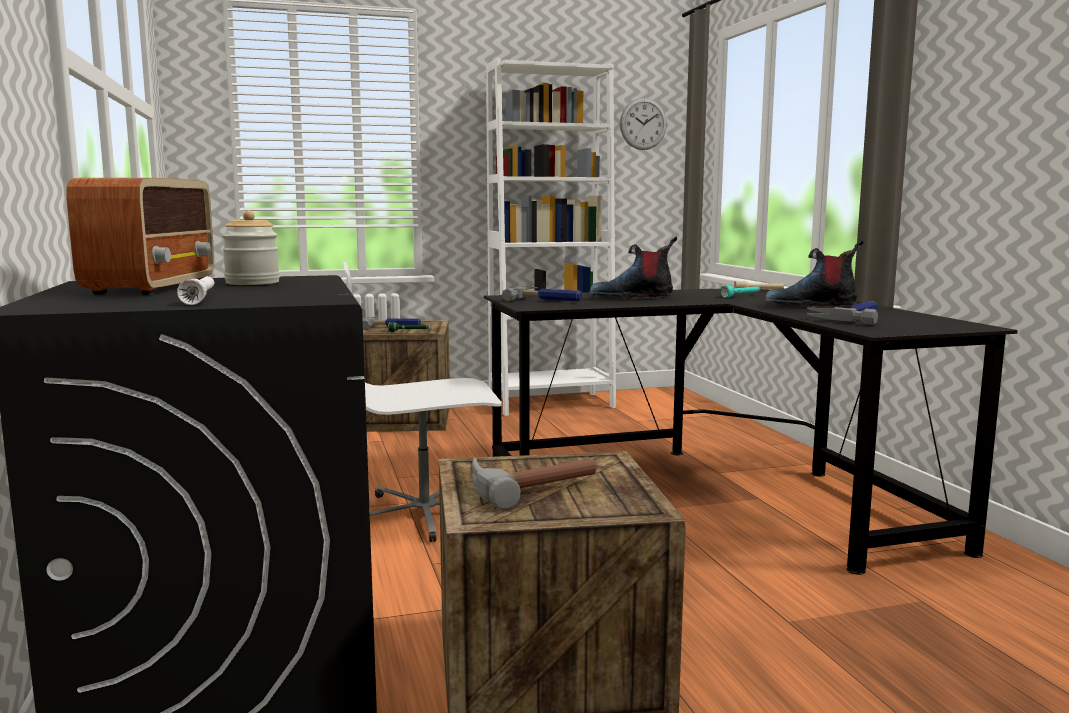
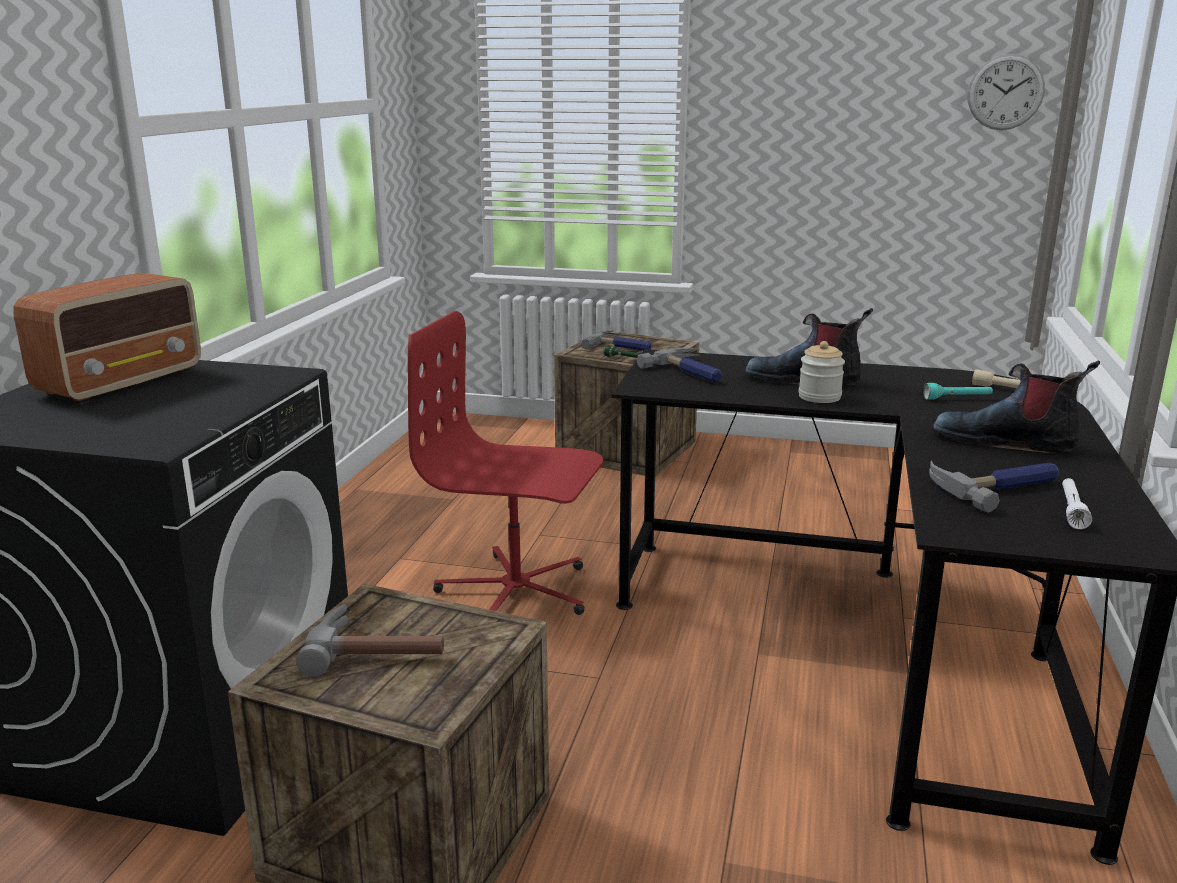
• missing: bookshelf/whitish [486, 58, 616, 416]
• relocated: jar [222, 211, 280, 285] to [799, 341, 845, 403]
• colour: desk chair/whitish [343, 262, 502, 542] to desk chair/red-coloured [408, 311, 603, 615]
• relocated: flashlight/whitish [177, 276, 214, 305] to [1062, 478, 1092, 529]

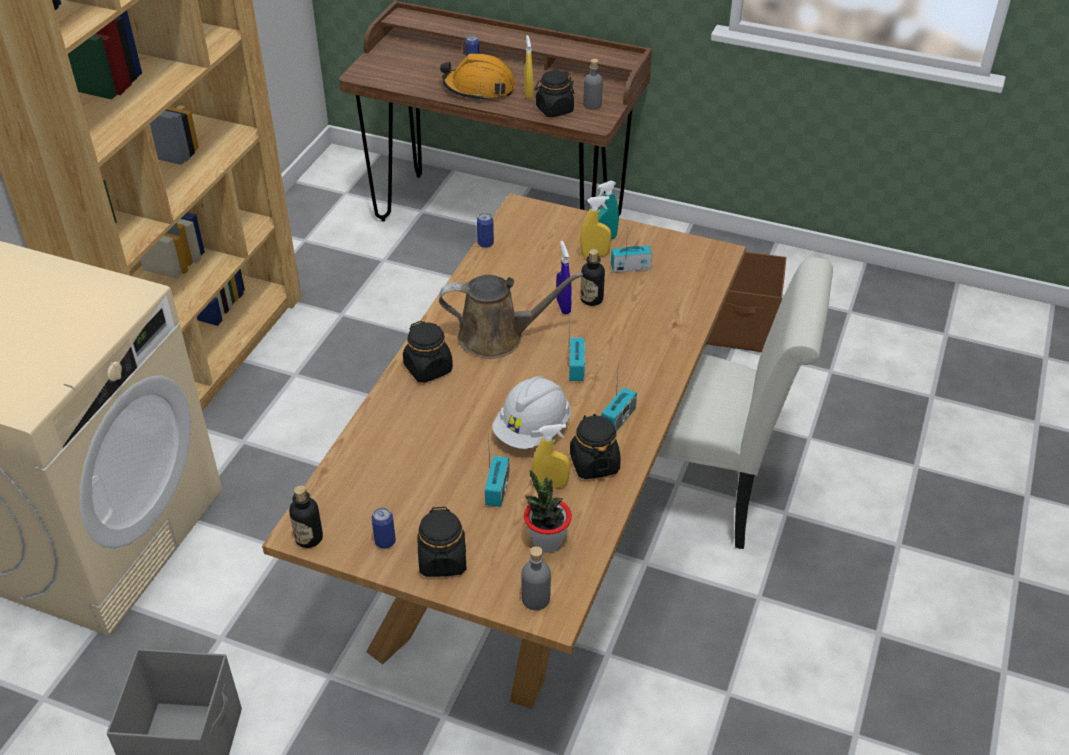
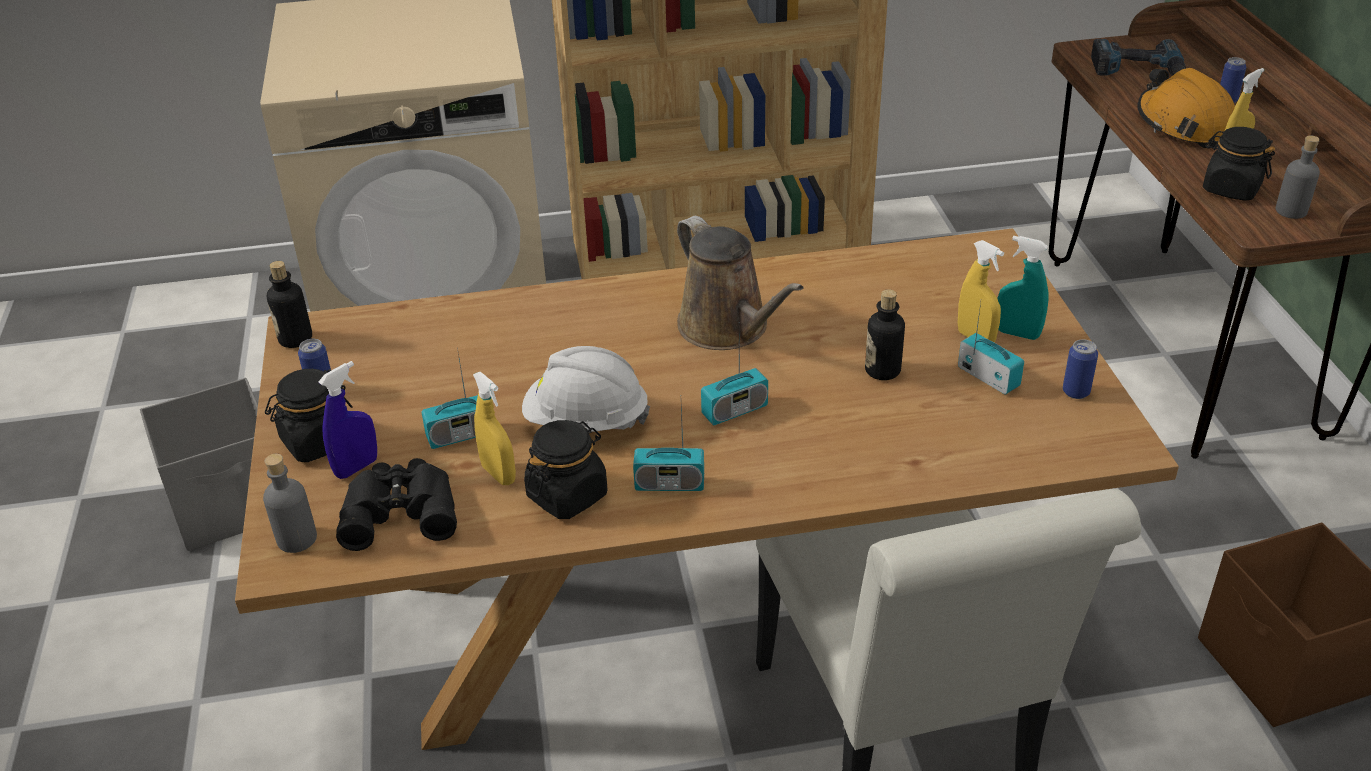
• relocated: metal can [477, 212, 494, 248] to [1063, 339, 1098, 399]
• relocated: spray bottle/blue [556, 241, 572, 314] to [318, 361, 377, 479]
• missing: jar/black-coloured [403, 321, 453, 383]
• exchanged: plant in a pot [524, 470, 572, 553] to pair of binoculars/black-coloured [336, 458, 457, 551]
• appeared: electric drill [1091, 39, 1186, 76]

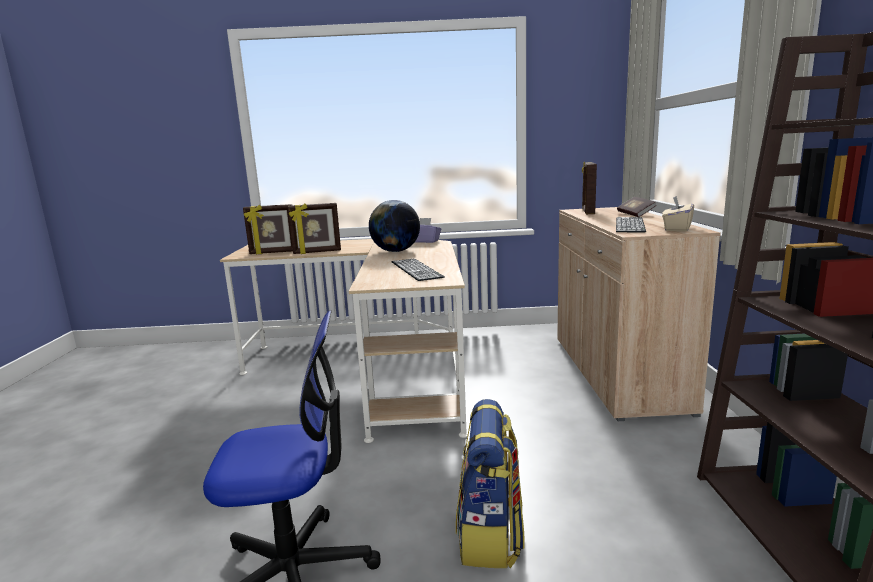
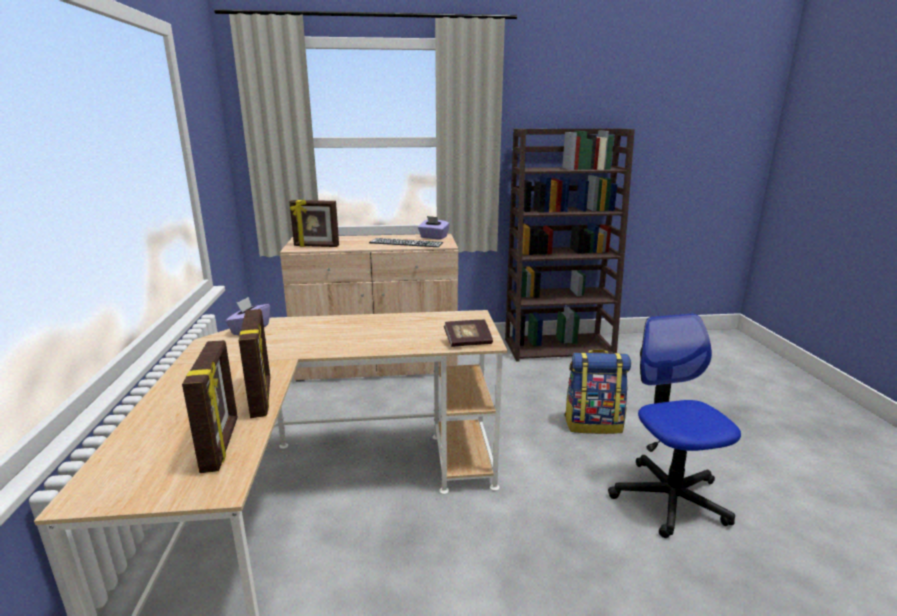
• colour: tissue holder/beige-coloured [662, 196, 694, 231] to tissue holder/purple-coloured [418, 216, 450, 240]
• relocated: volume [617, 197, 656, 217] to [444, 320, 493, 347]
• missing: globe [369, 200, 420, 252]
• missing: keyboard [391, 258, 445, 281]

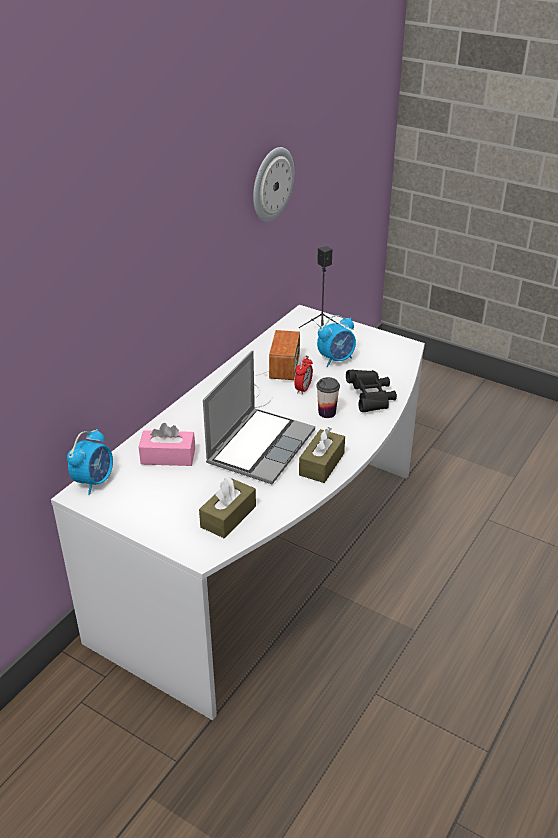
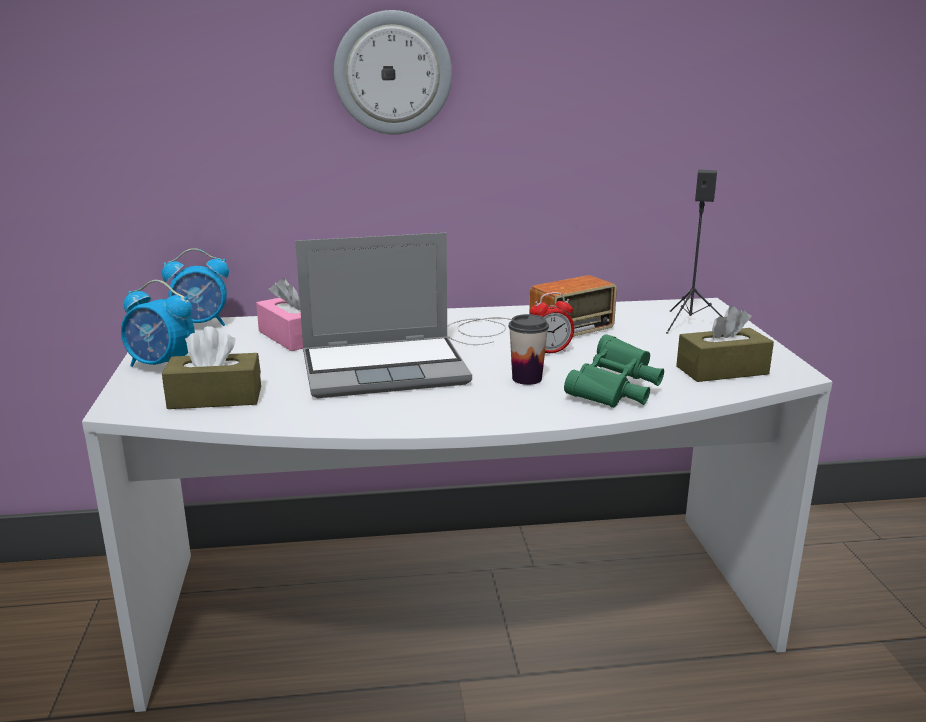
• relocated: clock on the wall [253, 147, 294, 222] to [334, 10, 452, 135]
• relocated: alarm clock [317, 315, 356, 367] to [121, 280, 195, 367]
• colour: pair of binoculars/black-coloured [346, 369, 397, 412] to pair of binoculars/green [564, 334, 664, 408]
• relocated: tissue holder/brownish [299, 427, 345, 483] to [676, 306, 774, 382]

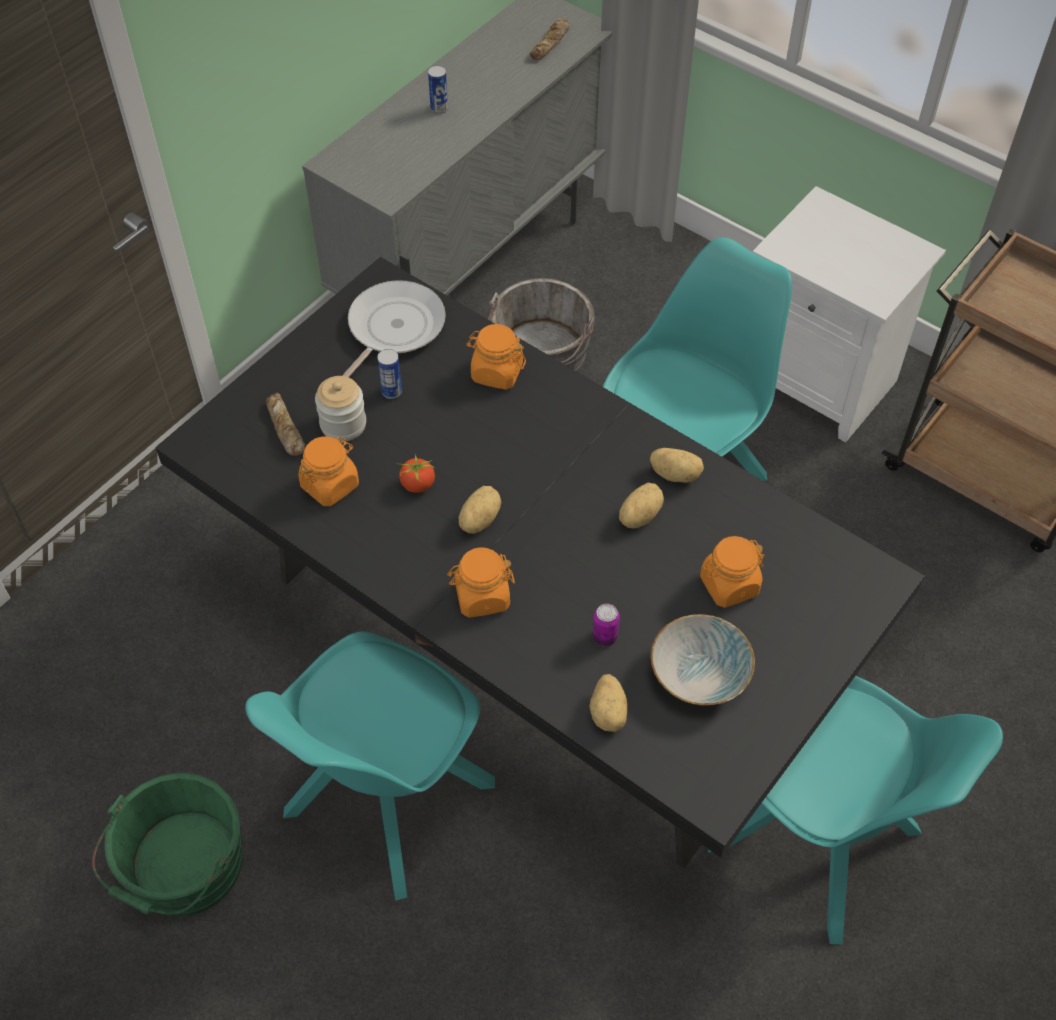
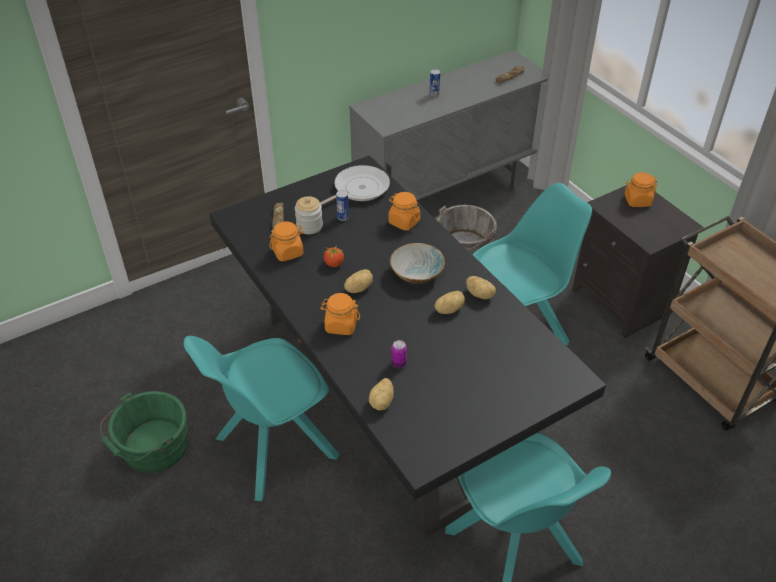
• colour: nightstand/whitish [753, 186, 946, 442] to nightstand/black-coloured [572, 185, 704, 338]
• relocated: jar/orange [700, 536, 764, 608] to [624, 172, 657, 207]
• relocated: deep dish [651, 614, 755, 706] to [390, 243, 445, 283]

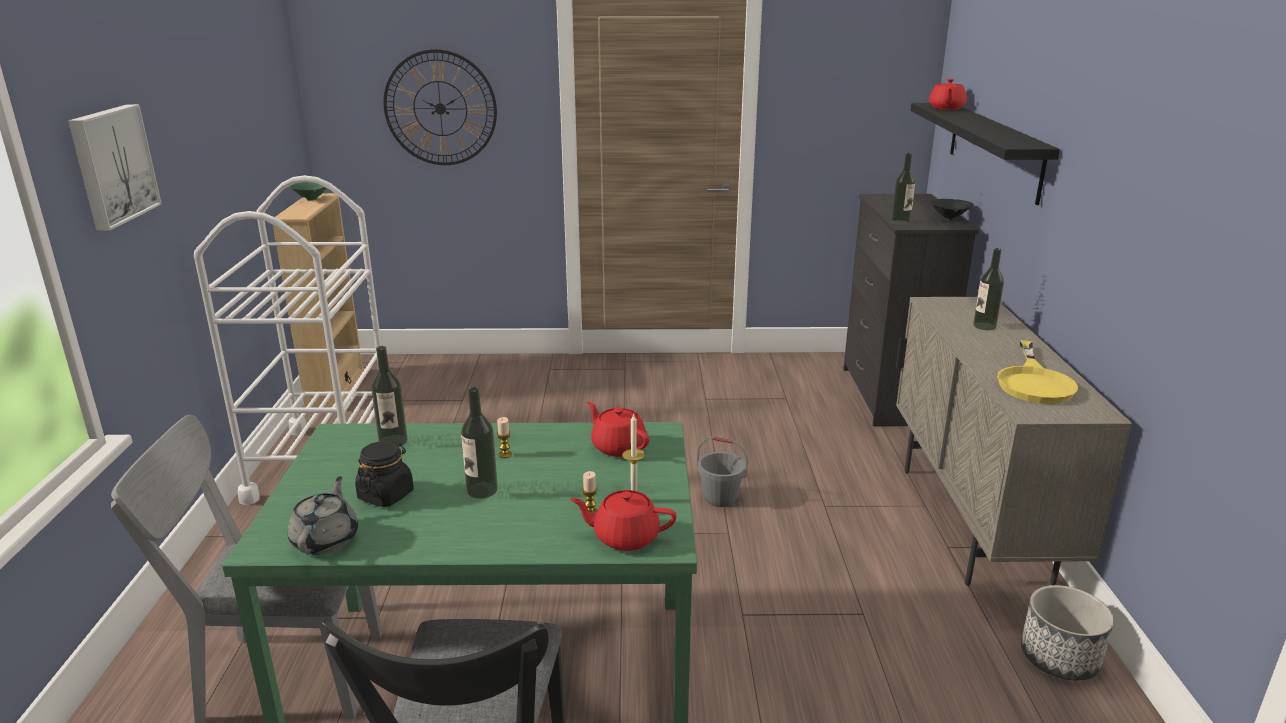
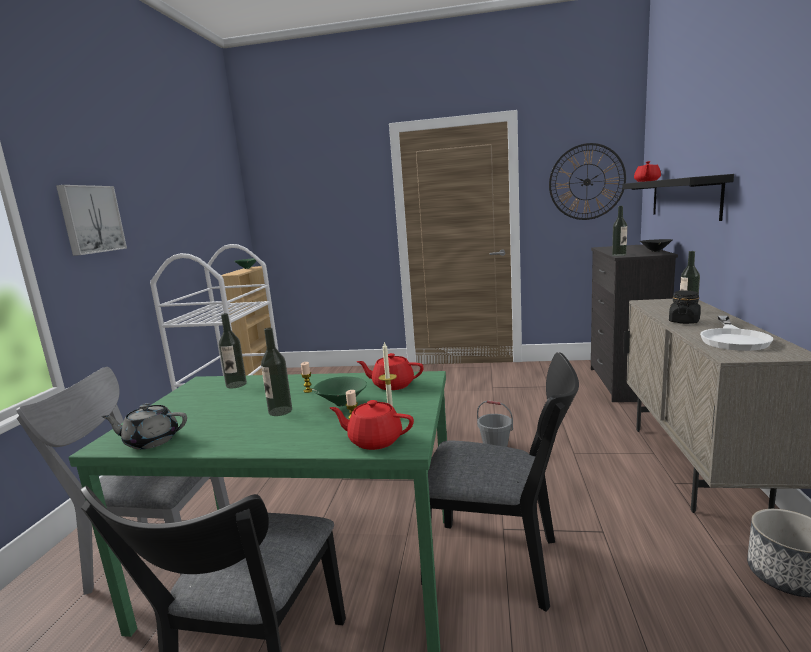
• relocated: clock on the wall [383, 49, 497, 165] to [549, 143, 626, 220]
• colour: skillet/yellowish [997, 340, 1078, 404] to skillet/whitish [700, 316, 773, 351]
• spun: teapot/red-coloured [587, 401, 649, 457] = [356, 353, 424, 390] 45 degrees counterclockwise
• relocated: jar/black-coloured [355, 441, 414, 507] to [669, 291, 701, 324]
• spun: teapot/gray [287, 476, 358, 555] = [102, 403, 187, 450] 105 degrees counterclockwise
• appeared: upright chair/black-coloured [420, 352, 579, 612]
• appeared: deep dish/green [312, 376, 367, 406]

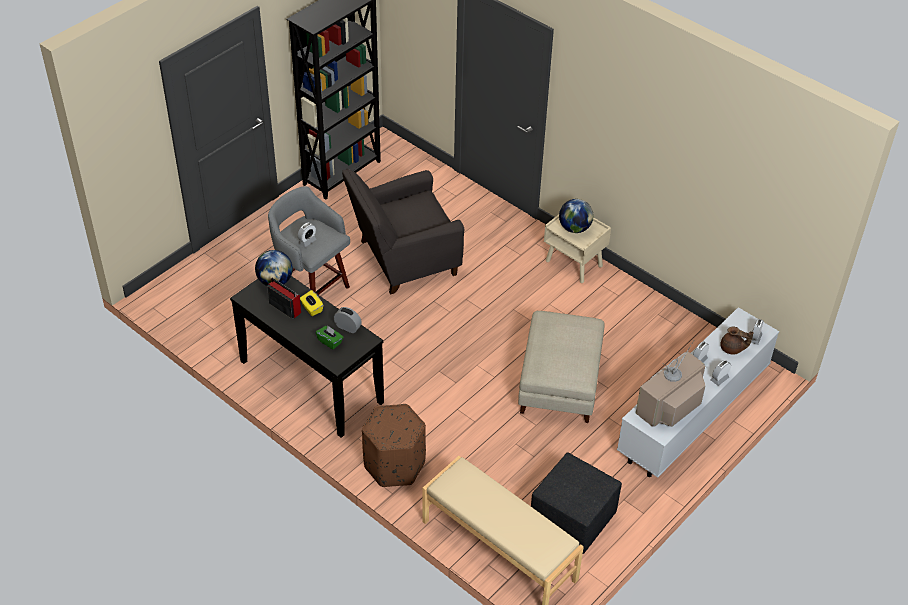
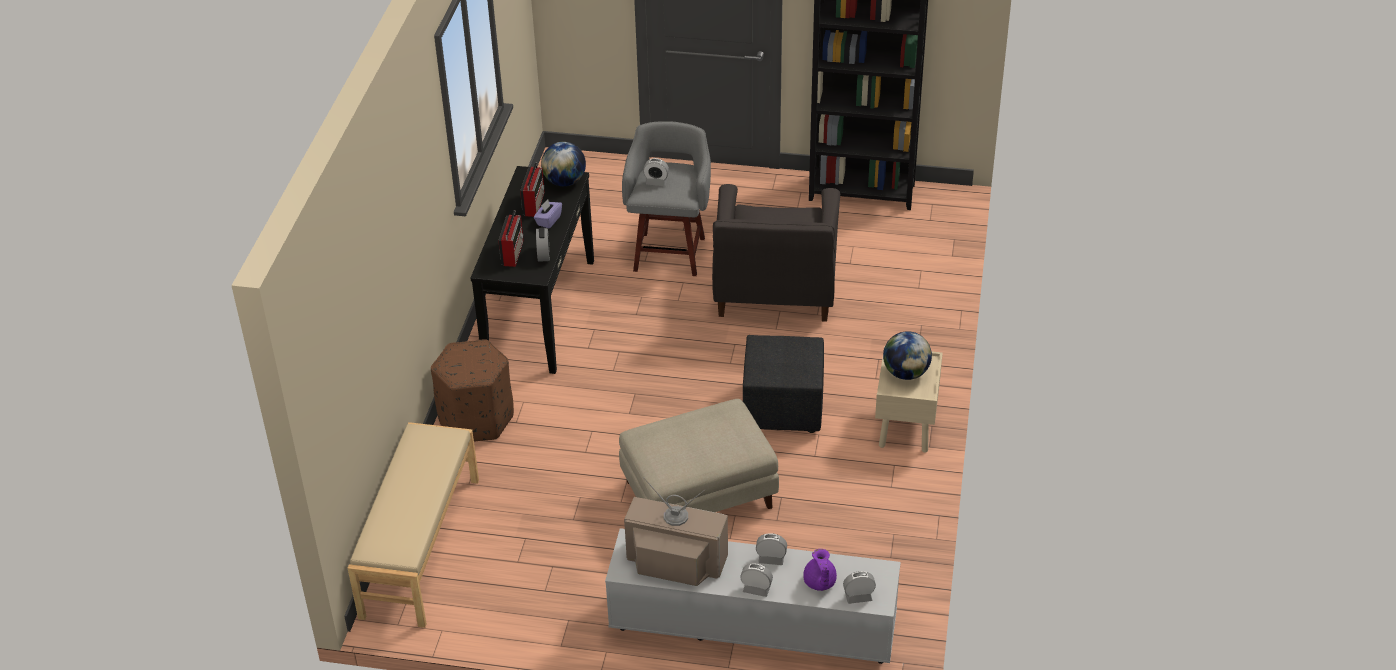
• spun: lounge chair/gray [342, 169, 464, 295] = [712, 184, 840, 322] 120 degrees counterclockwise
• colour: tissue holder/yellowish [300, 290, 323, 316] to tissue holder/purple-coloured [534, 199, 562, 228]
• exchanged: tissue holder/green [316, 325, 343, 349] to radio [498, 210, 524, 267]
• colour: teapot/brownish [720, 326, 754, 355] to teapot/purple-coloured [803, 549, 837, 591]
• relocated: pouffe/black-coloured [531, 453, 622, 554] to [743, 335, 824, 433]

